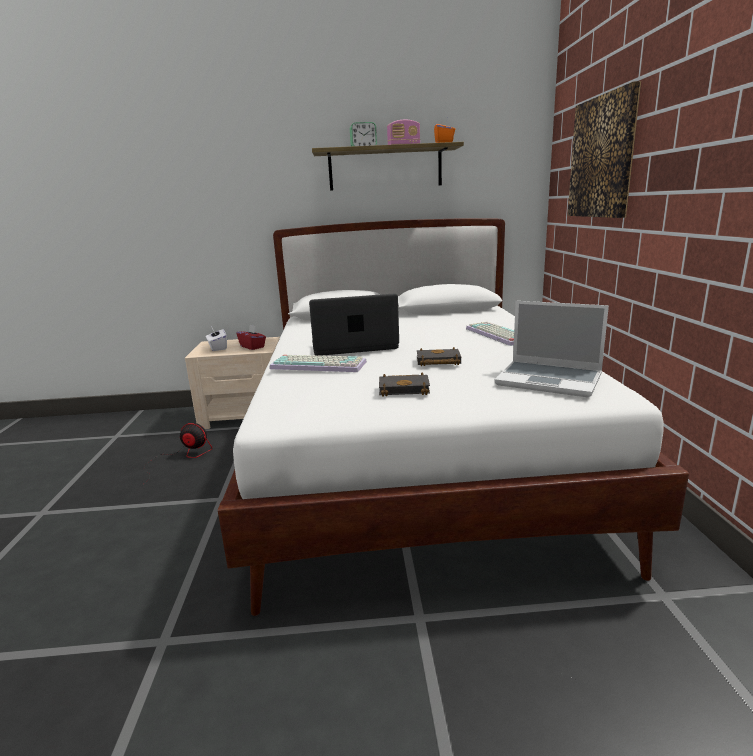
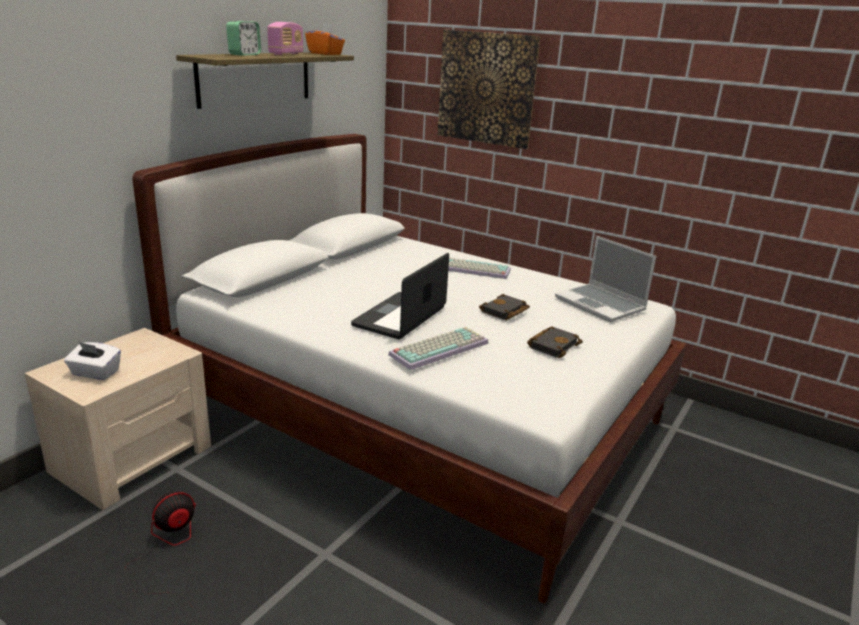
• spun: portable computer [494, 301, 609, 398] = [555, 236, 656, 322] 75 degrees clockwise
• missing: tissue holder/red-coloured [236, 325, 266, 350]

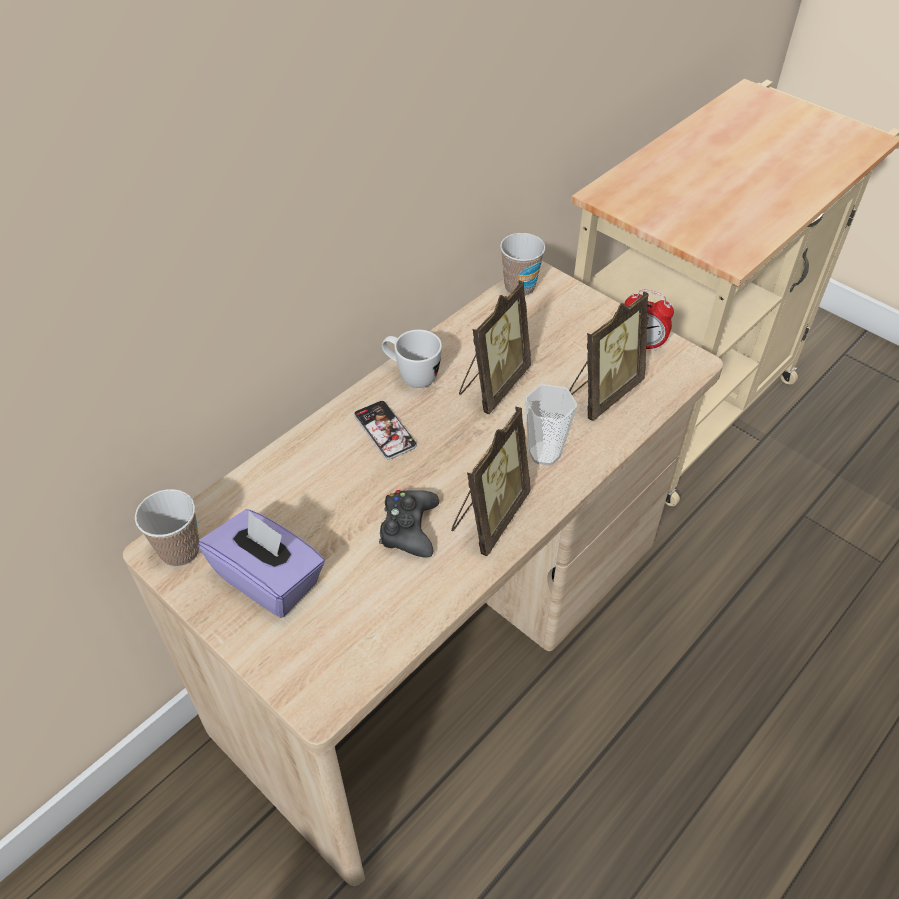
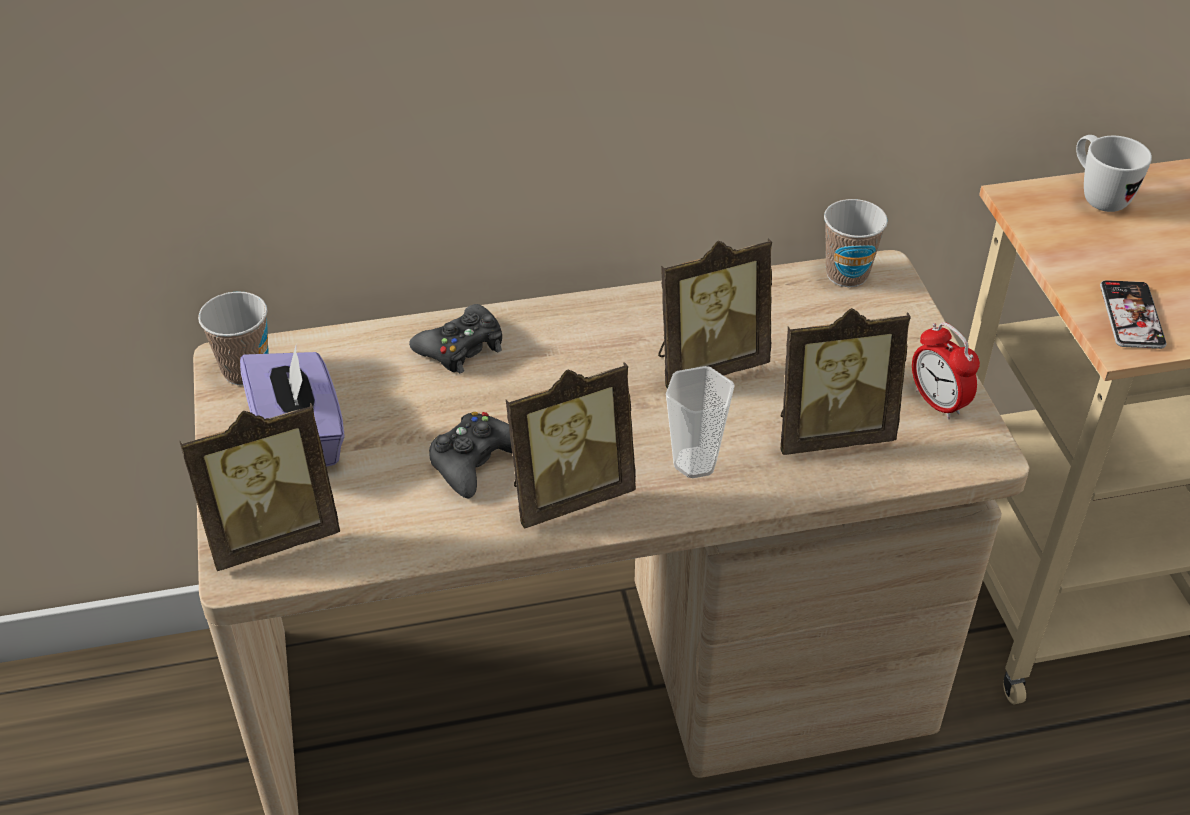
• relocated: mug/whitish [382, 330, 442, 388] to [1076, 135, 1152, 212]
• relocated: telephone [354, 401, 417, 460] to [1100, 280, 1167, 349]
• appeared: gamepad/black-coloured [409, 304, 502, 373]
• appeared: picture frame [180, 403, 340, 571]

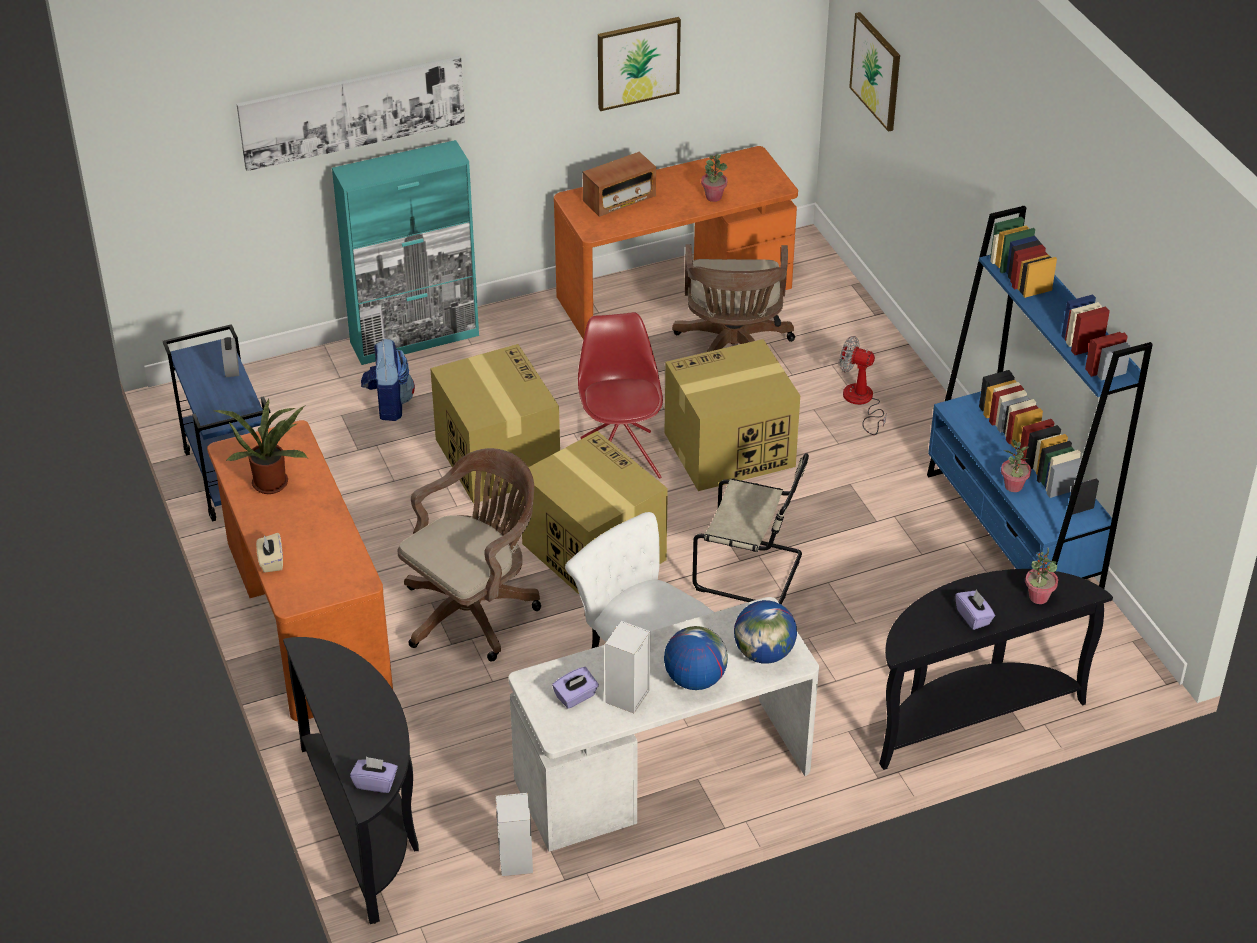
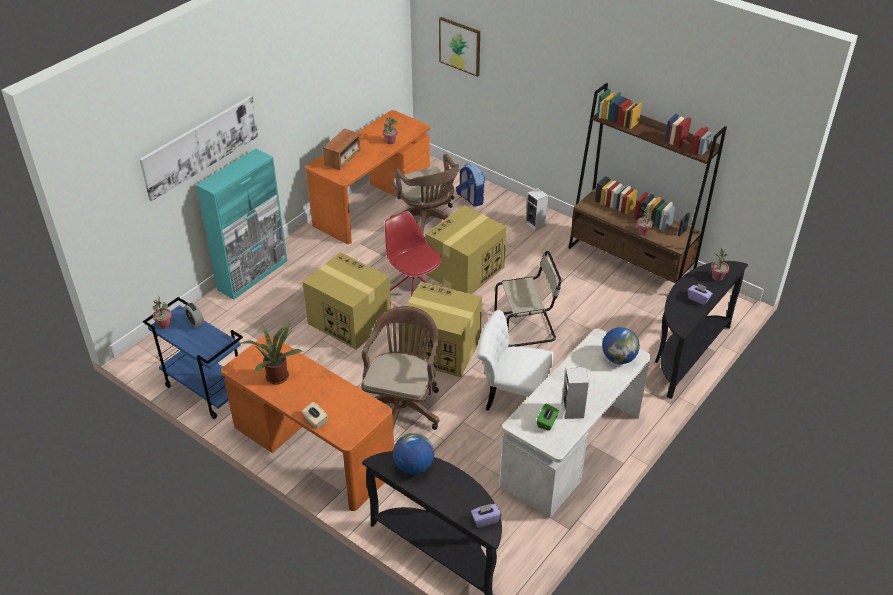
• missing: picture [598, 17, 681, 111]
• colour: bookshelf/blue [927, 206, 1153, 589] to bookshelf/brownish [569, 83, 727, 283]
• missing: fan [839, 336, 887, 435]
• relocated: backpack [361, 339, 415, 421] to [456, 163, 485, 207]
• relocated: globe [664, 626, 728, 690] to [393, 433, 434, 474]
• colour: tissue holder/purple-coloured [552, 667, 599, 709] to tissue holder/green [537, 404, 559, 431]
• relocated: speaker [496, 793, 533, 876] to [525, 188, 548, 231]
• appeared: plant in a pot [153, 296, 172, 329]

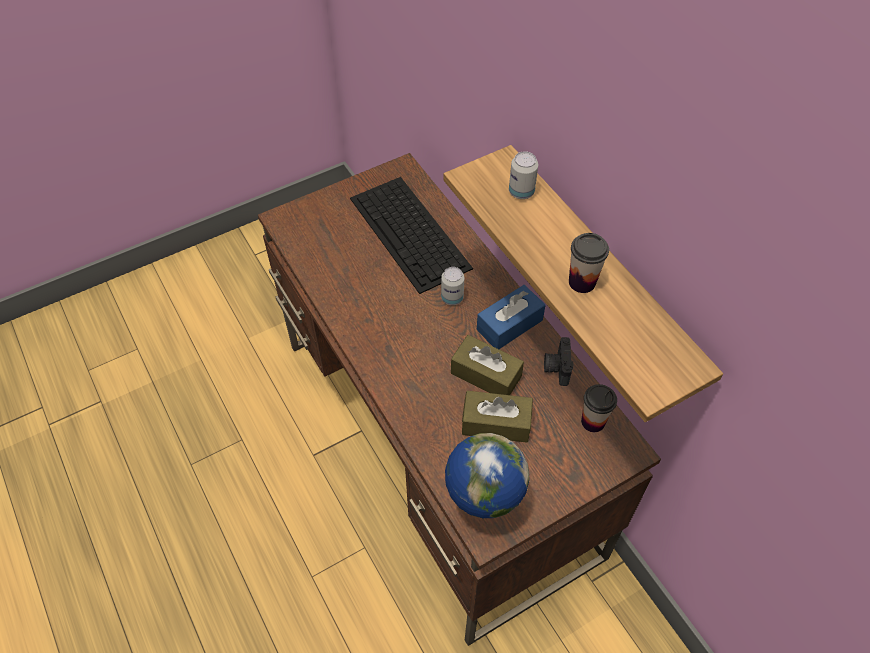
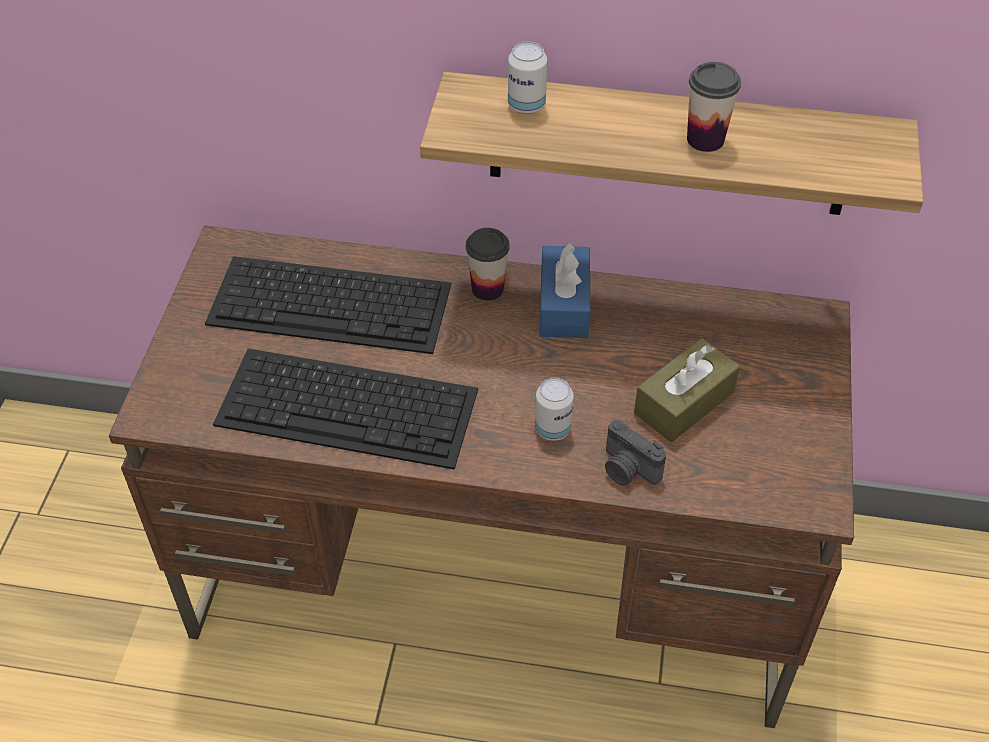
• relocated: metal can [441, 267, 464, 305] to [535, 377, 574, 441]
• missing: tissue holder/brownish [451, 335, 524, 395]
• relocated: still camera [544, 337, 574, 386] to [605, 420, 666, 486]
• relocated: drinking cup [581, 384, 617, 432] to [466, 228, 510, 301]
• missing: globe [445, 433, 529, 518]
• appeared: keyboard [213, 348, 478, 470]

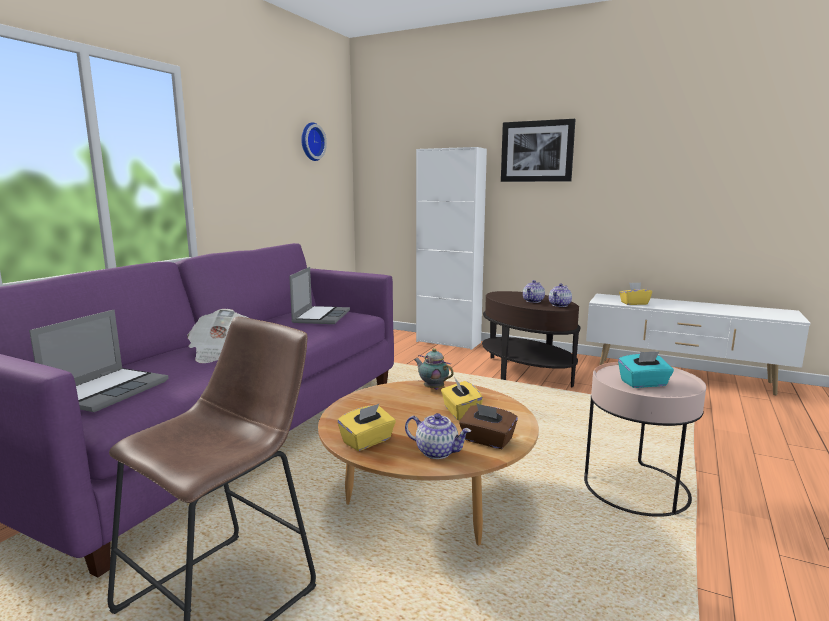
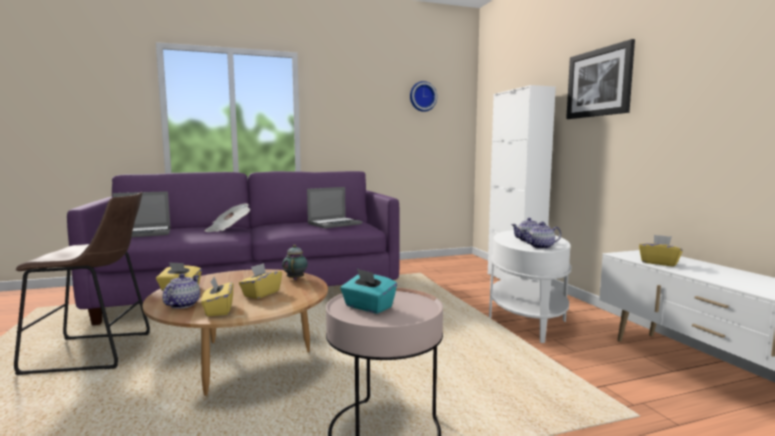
• colour: accent table/brownish [482, 291, 580, 387] to accent table/whitish [489, 230, 571, 343]
• colour: tissue holder/brownish [459, 403, 518, 449] to tissue holder/yellowish [201, 277, 233, 317]
• spun: teapot [405, 413, 471, 459] = [162, 274, 200, 309] 150 degrees counterclockwise

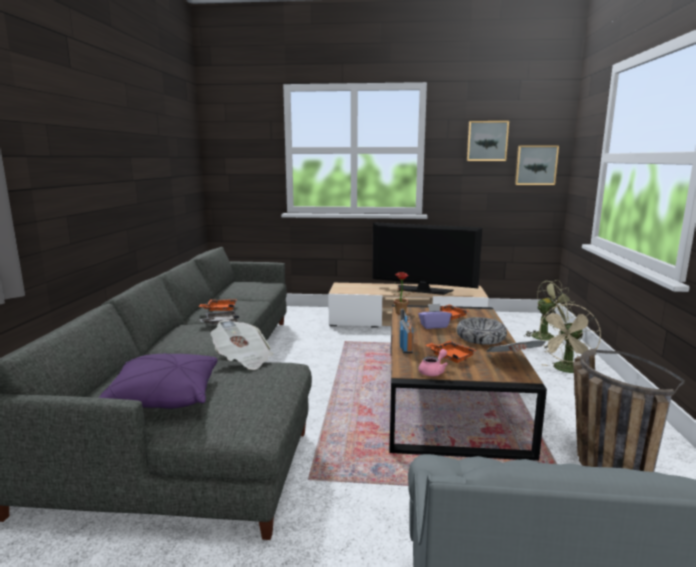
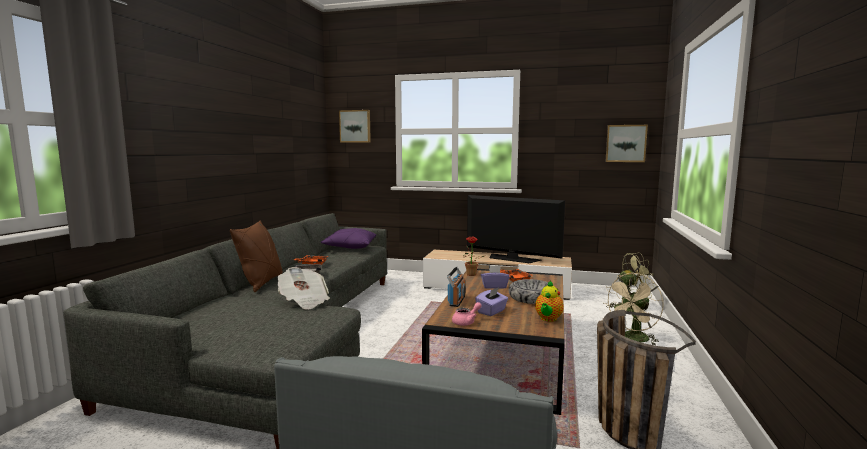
• relocated: picture [467, 121, 509, 161] to [339, 110, 371, 143]
• exchanged: printed paper [486, 340, 546, 352] to teapot [535, 281, 564, 321]
• exchanged: carrying tray/orange [425, 341, 477, 363] to tissue holder/purple-coloured [475, 287, 508, 316]
• relocated: throw pillow/purple-coloured [98, 353, 218, 409] to [321, 228, 376, 249]
• appeared: throw pillow/brownish [230, 220, 283, 292]

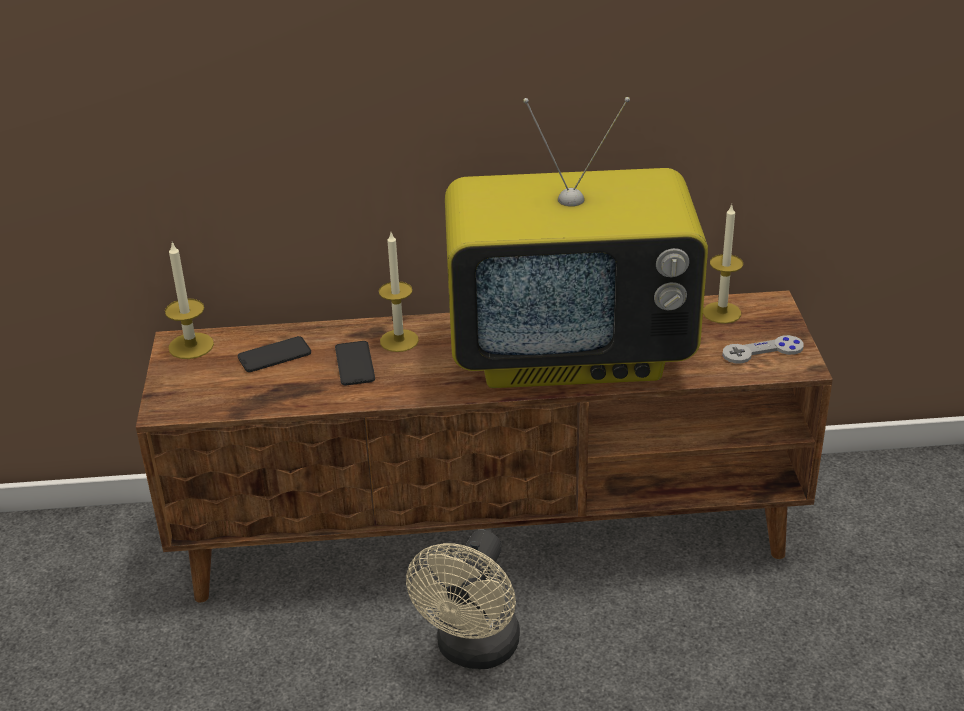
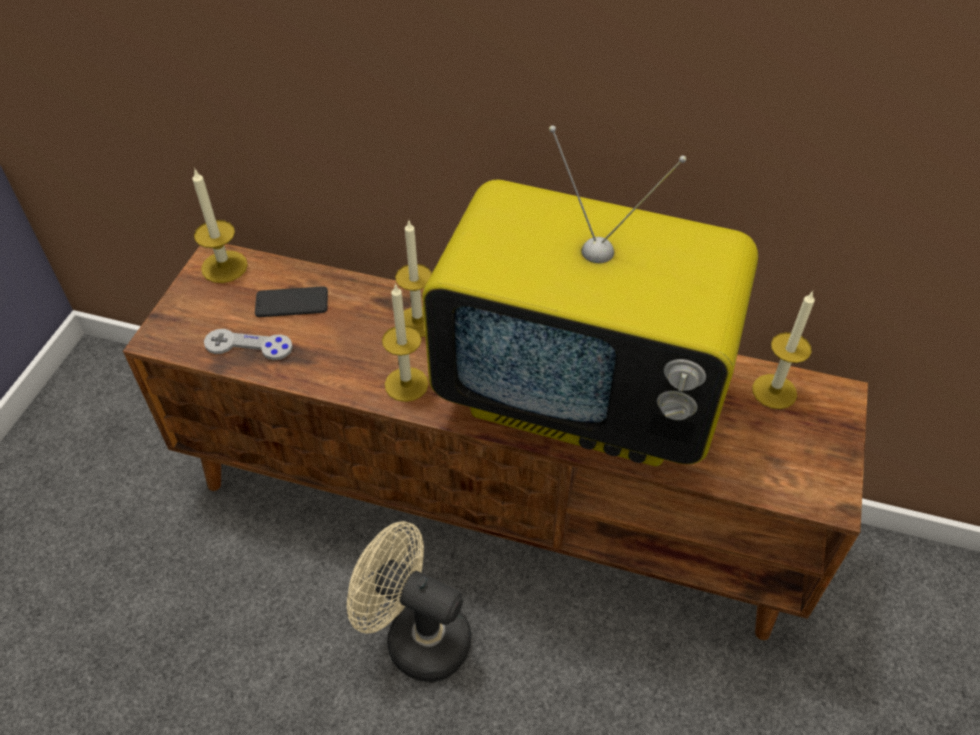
• relocated: gamepad/gray [722, 335, 804, 364] to [204, 329, 293, 360]
• missing: telephone [335, 341, 375, 385]
• spun: fan/beige-coloured [406, 530, 520, 669] = [347, 521, 471, 682] 75 degrees clockwise
• appeared: candle [382, 283, 429, 402]

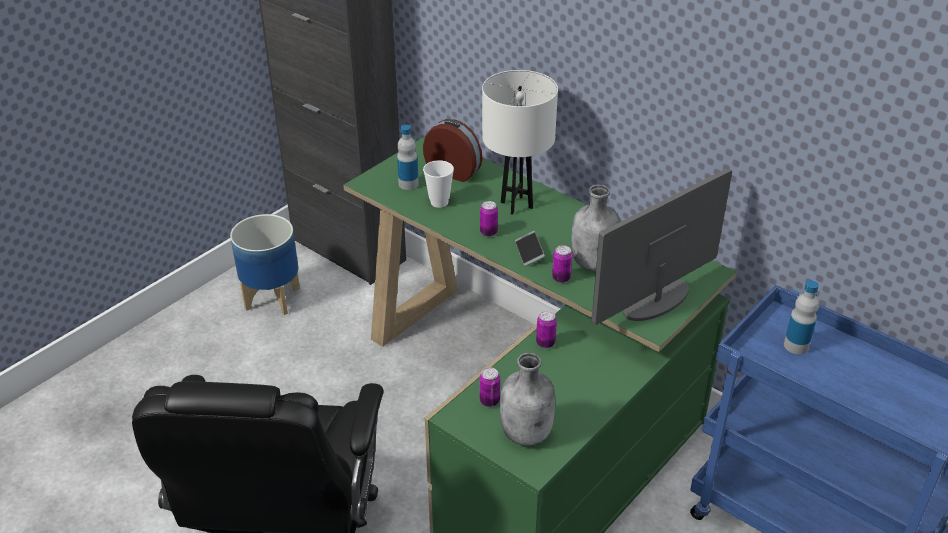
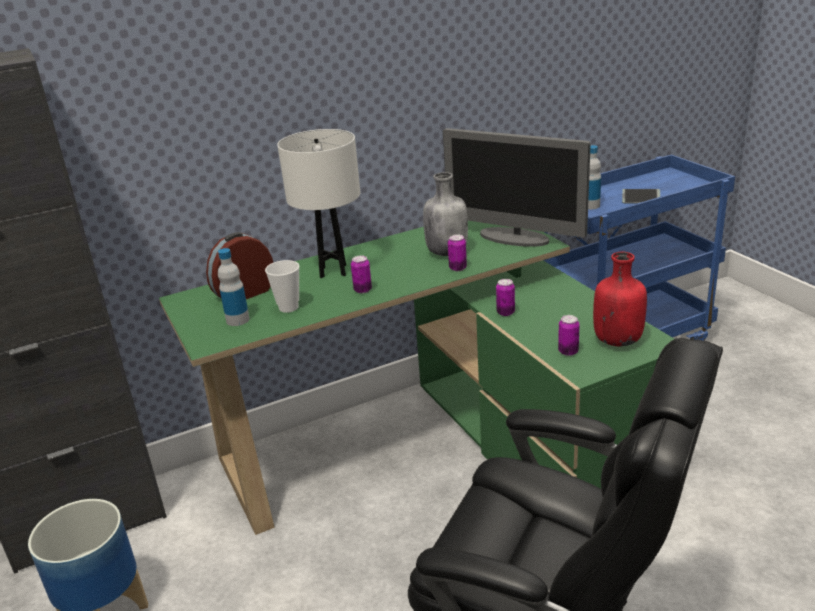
• spun: computer screen [591, 168, 732, 325] = [443, 128, 591, 247] 45 degrees counterclockwise
• relocated: telephone [515, 231, 545, 267] to [622, 189, 660, 204]
• colour: bottle/gray [500, 353, 555, 445] to bottle/red-coloured [593, 252, 647, 346]

